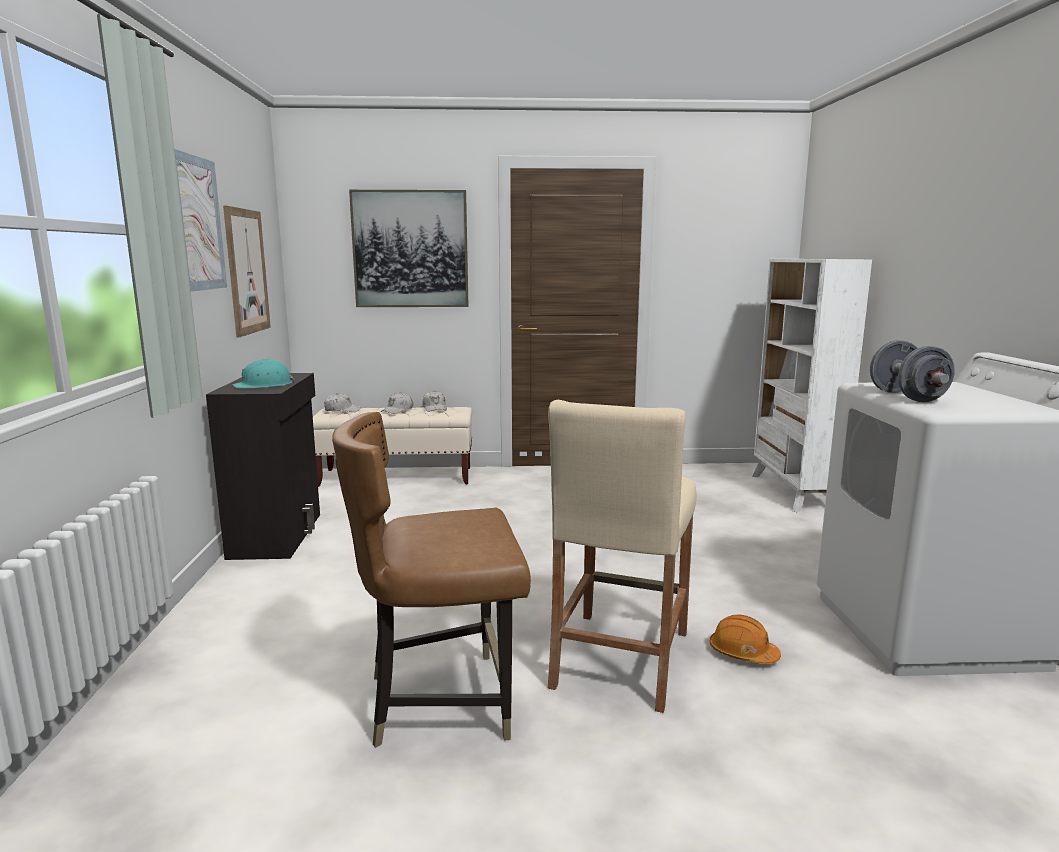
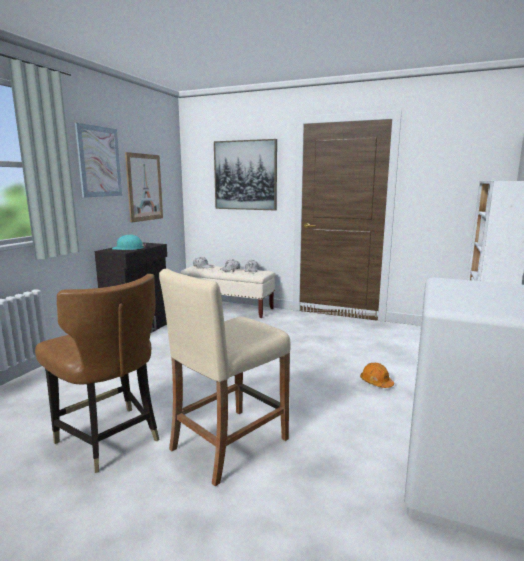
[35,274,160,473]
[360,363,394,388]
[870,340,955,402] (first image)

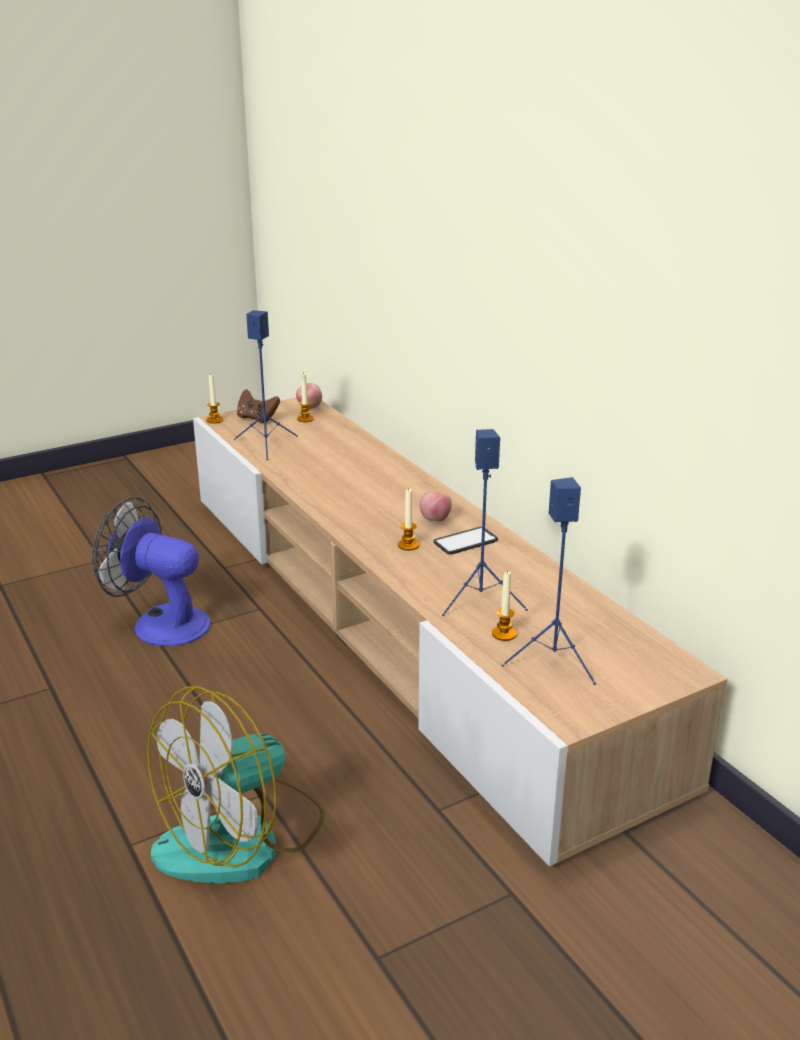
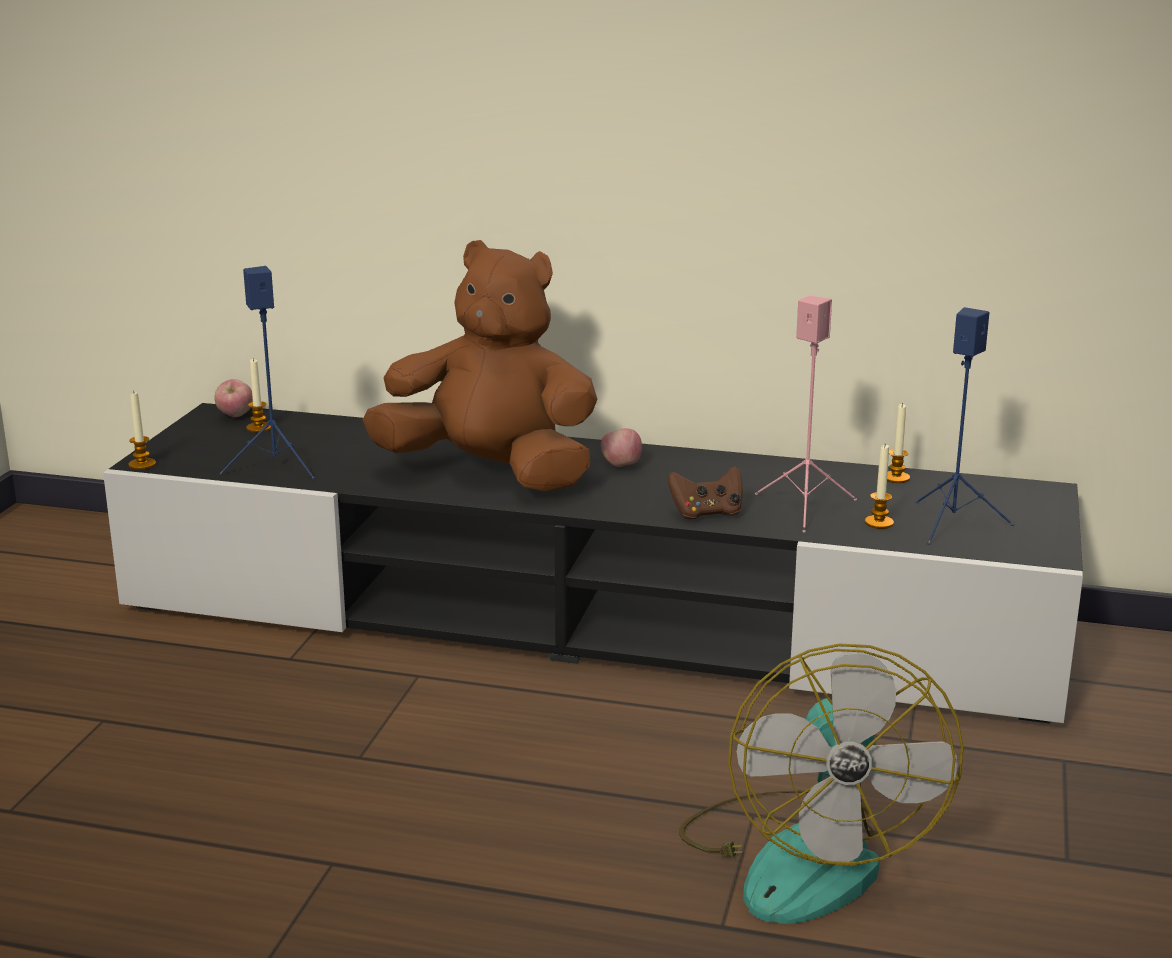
[103,403,1083,723]
[362,240,598,491]
[668,466,743,519]
[755,296,857,532]
[887,403,910,483]
[92,497,211,646] (first image)
[433,527,498,554] (first image)

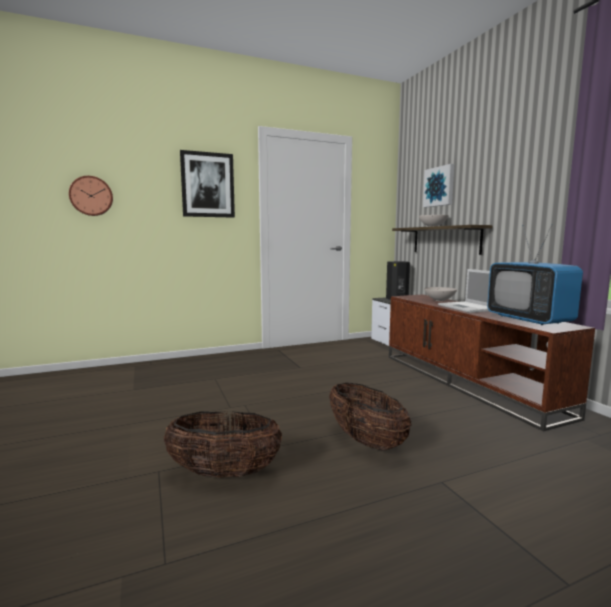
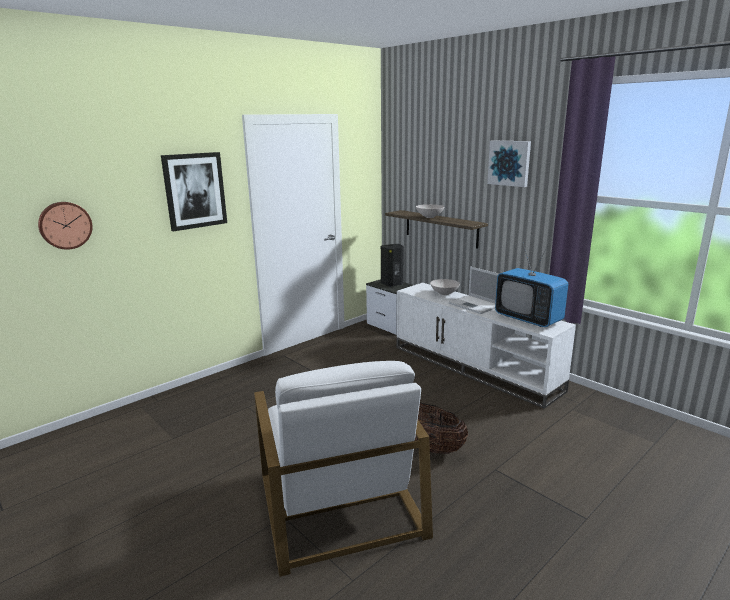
[254,361,433,577]
[397,283,576,409]
[487,141,531,187]

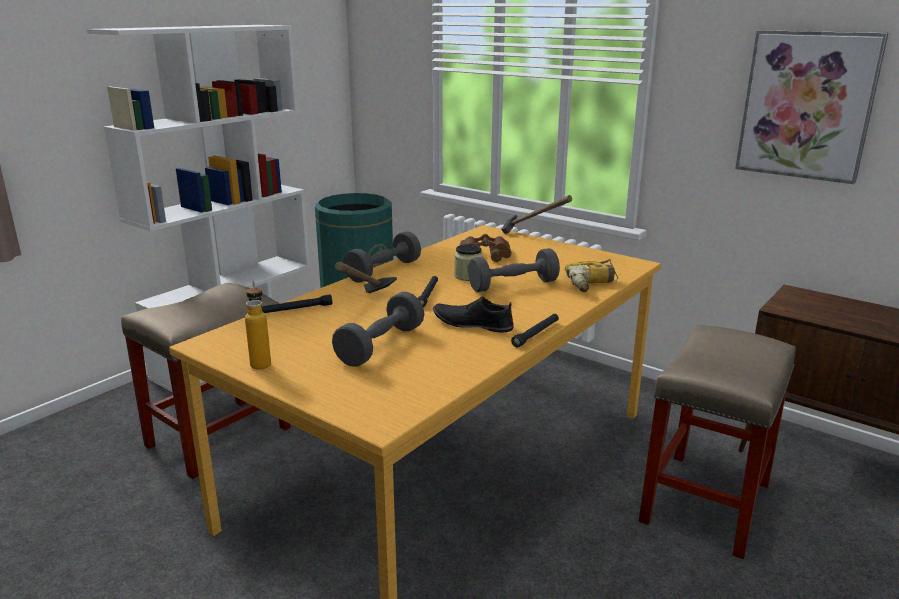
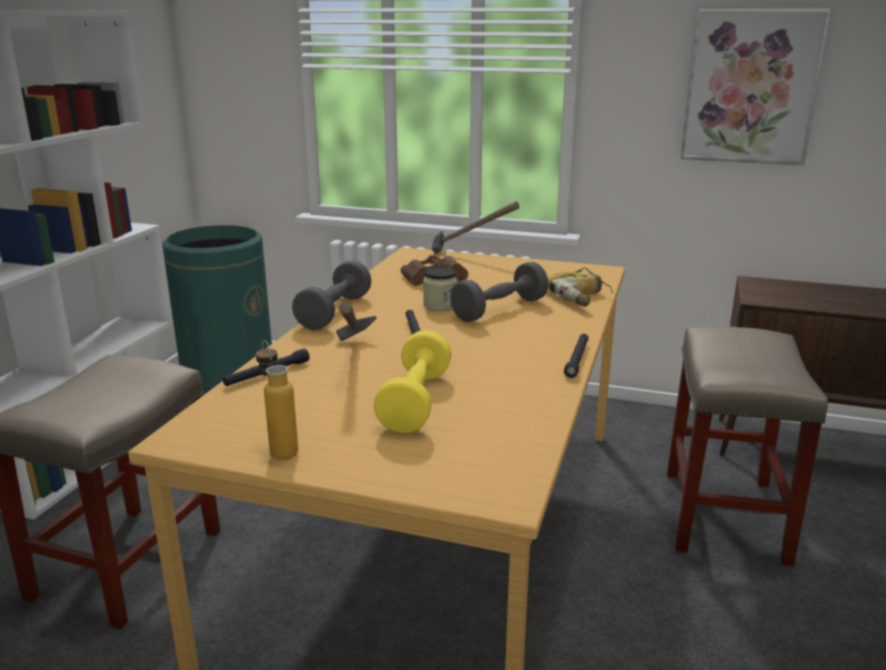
[374,330,452,434]
[433,297,514,332] (first image)

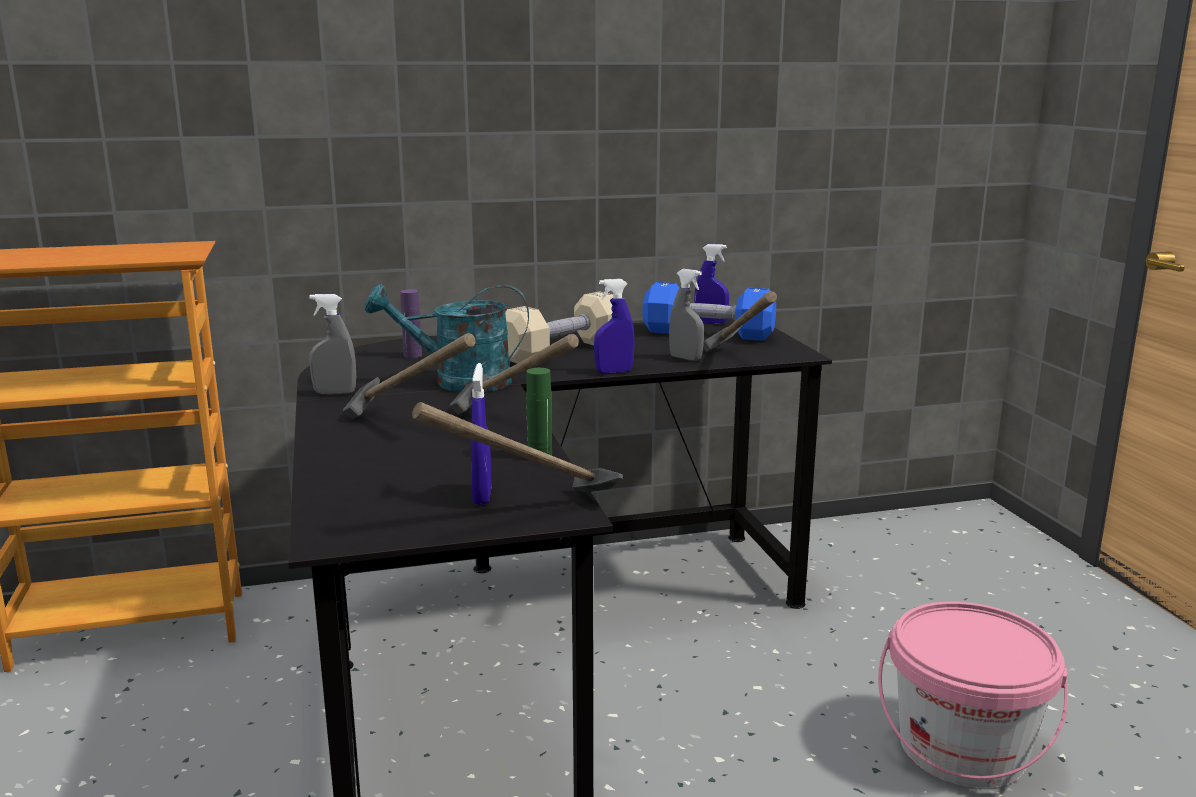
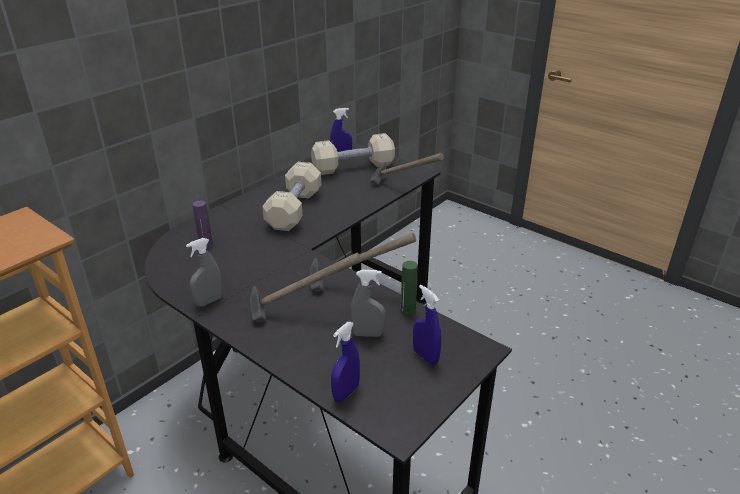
[311,133,395,175]
[331,322,360,402]
[350,270,386,337]
[365,284,529,392] (first image)
[412,402,623,492] (first image)
[878,602,1068,788] (first image)

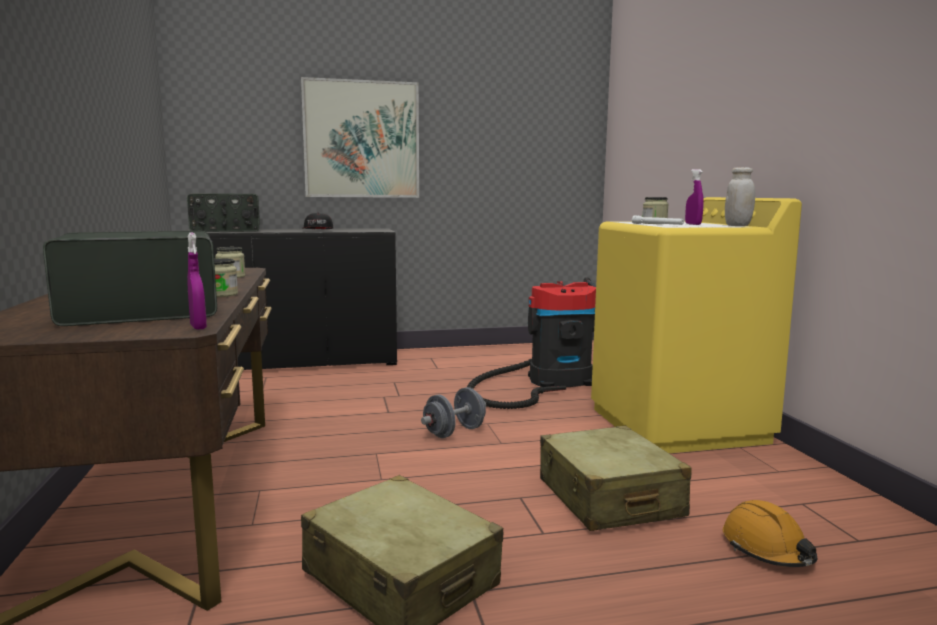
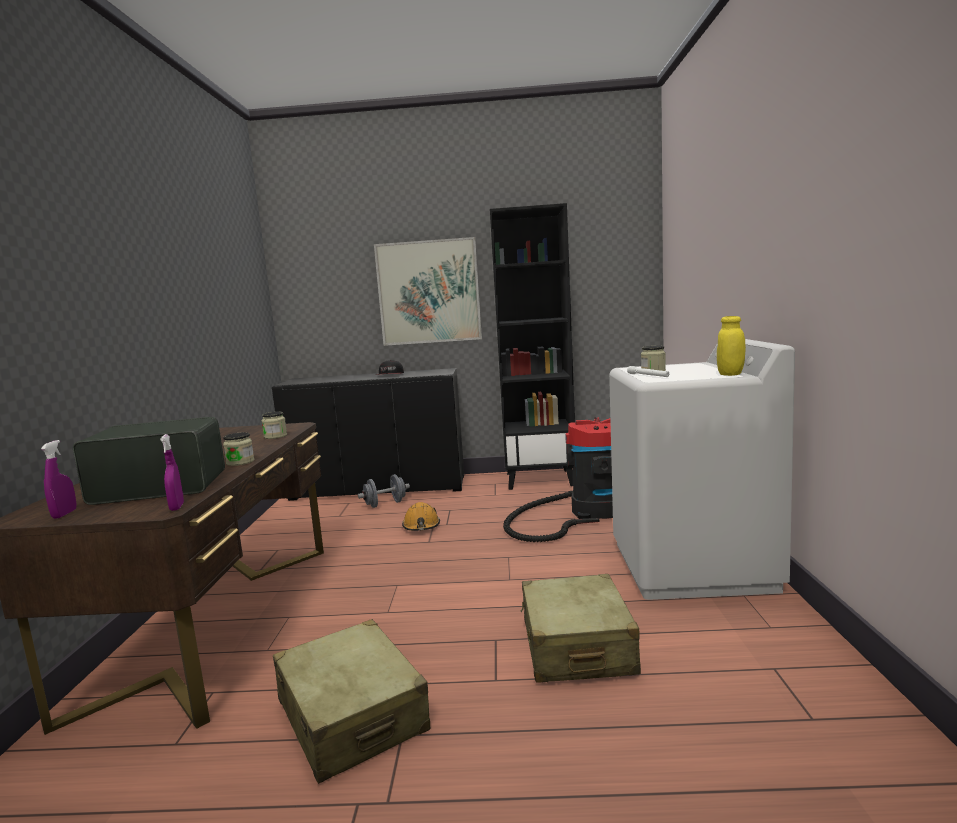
[41,440,76,519]
[358,474,410,508]
[402,502,440,531]
[490,203,575,490]
[609,339,795,600]
[717,316,746,376]
[187,193,260,232] (first image)

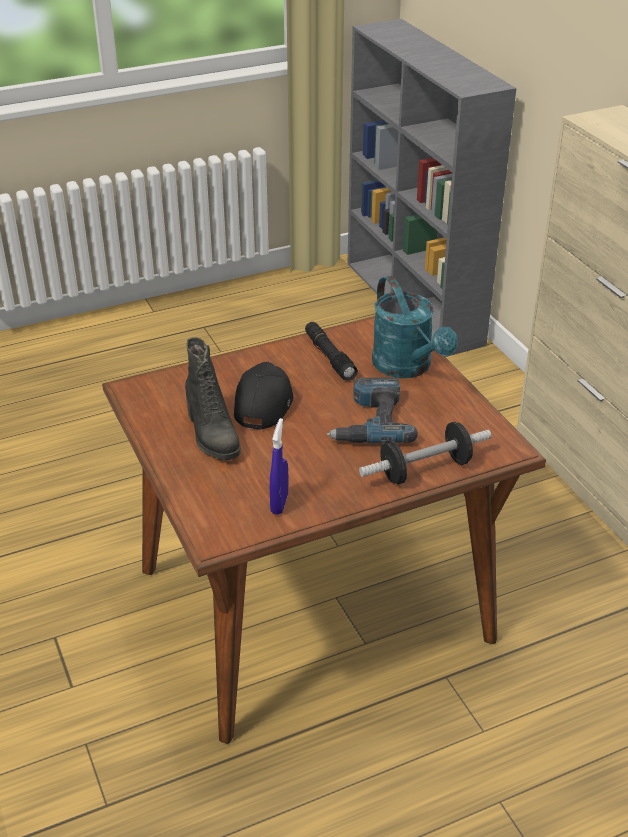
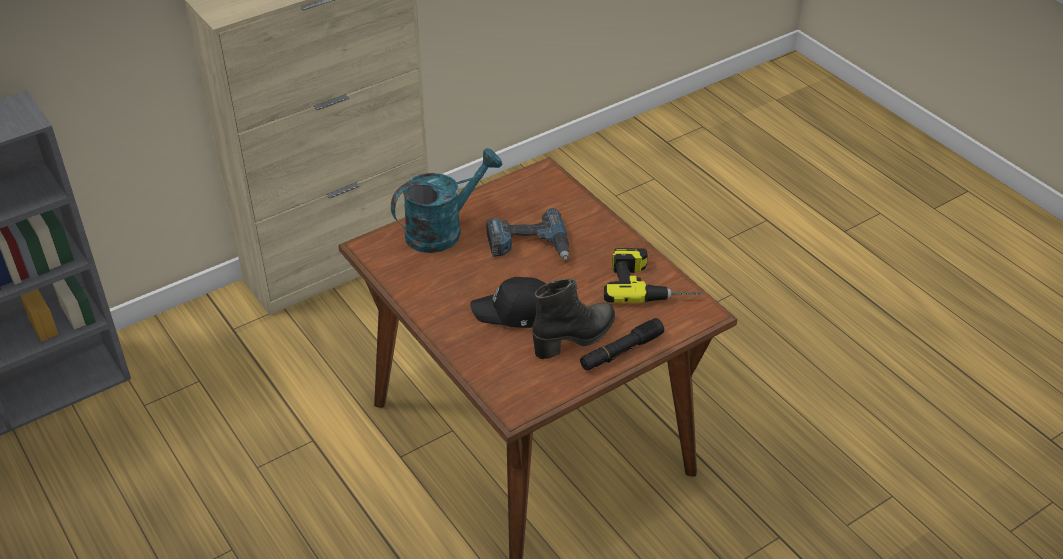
[580,318,664,371]
[604,248,702,303]
[359,422,491,485] (first image)

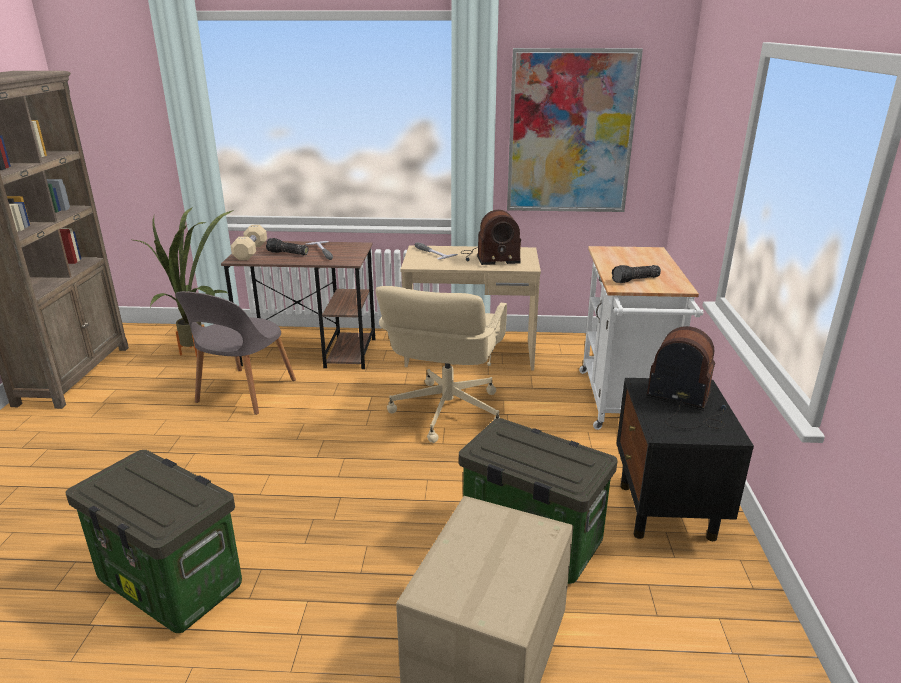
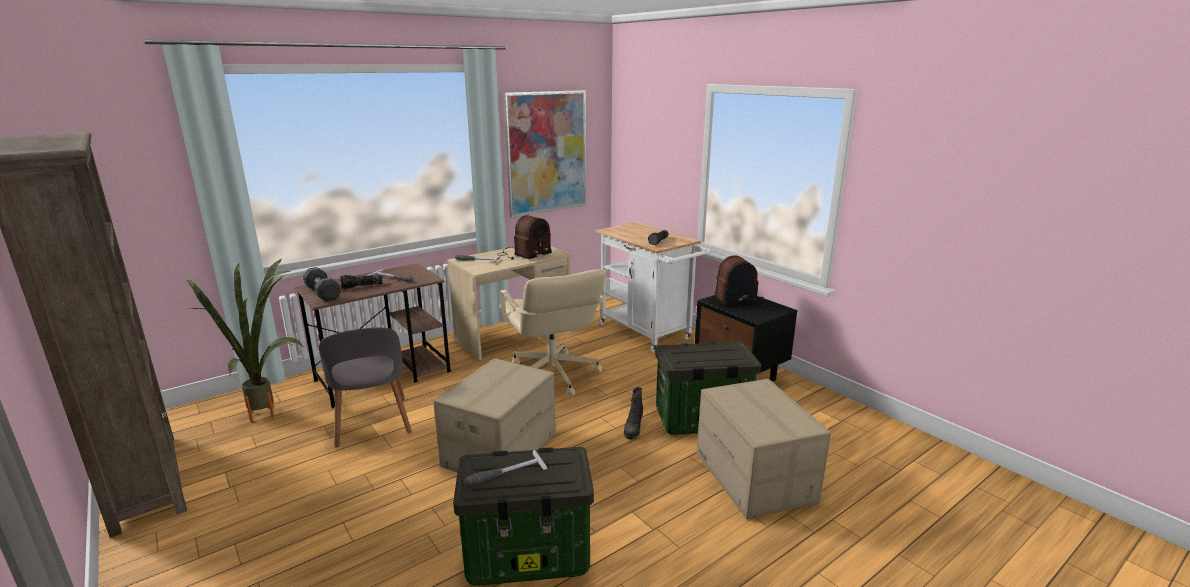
[303,267,341,301]
[433,358,556,473]
[465,449,548,485]
[624,387,643,440]

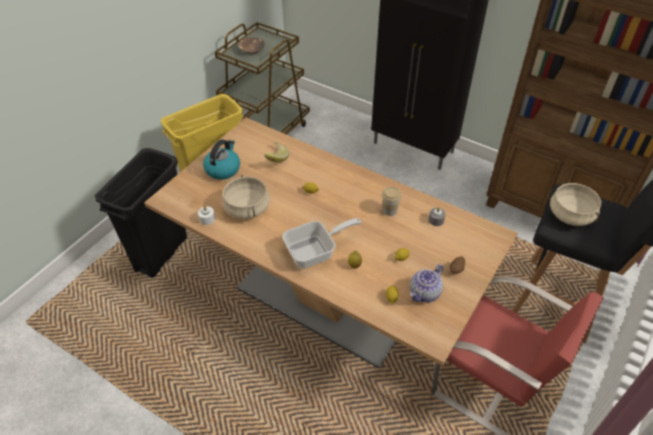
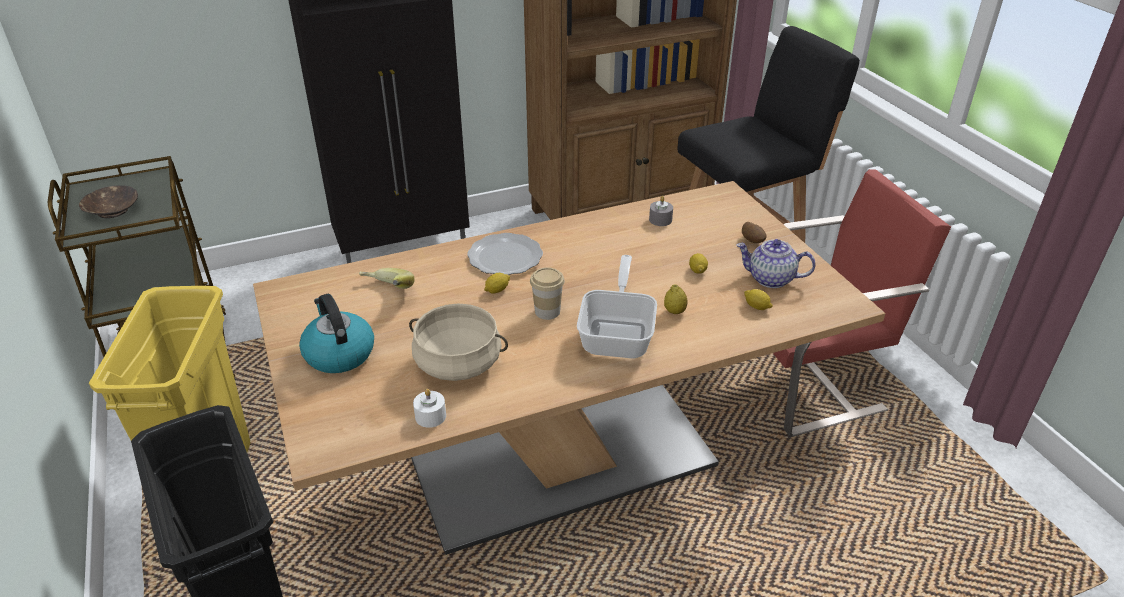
[467,233,543,275]
[530,267,565,320]
[736,239,815,288]
[550,182,601,226] (first image)

